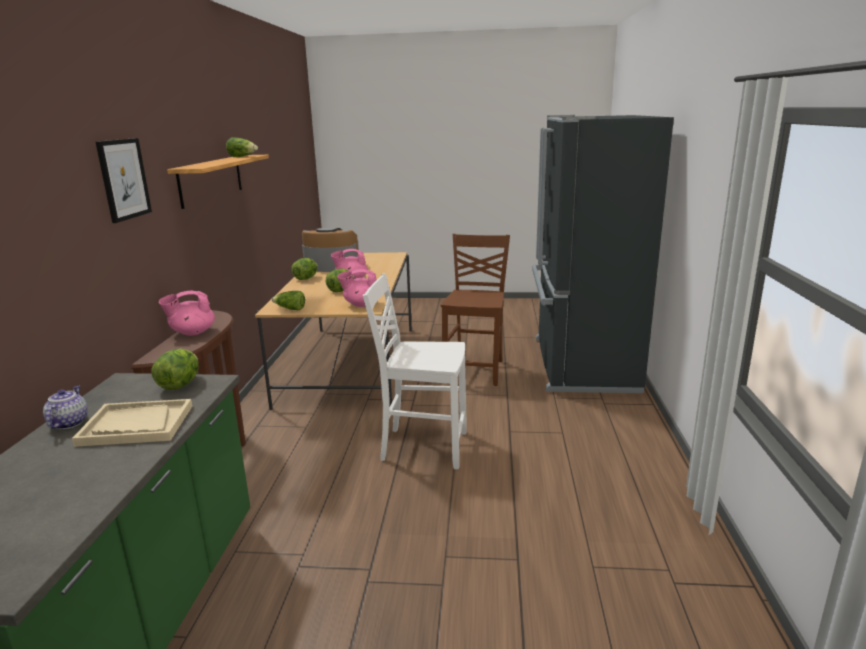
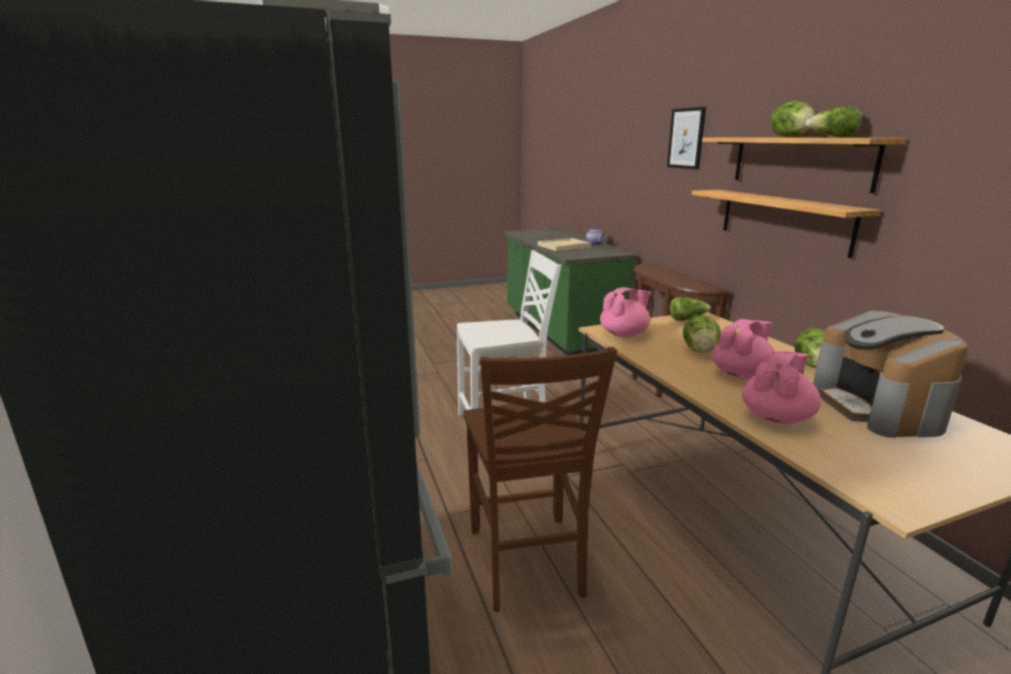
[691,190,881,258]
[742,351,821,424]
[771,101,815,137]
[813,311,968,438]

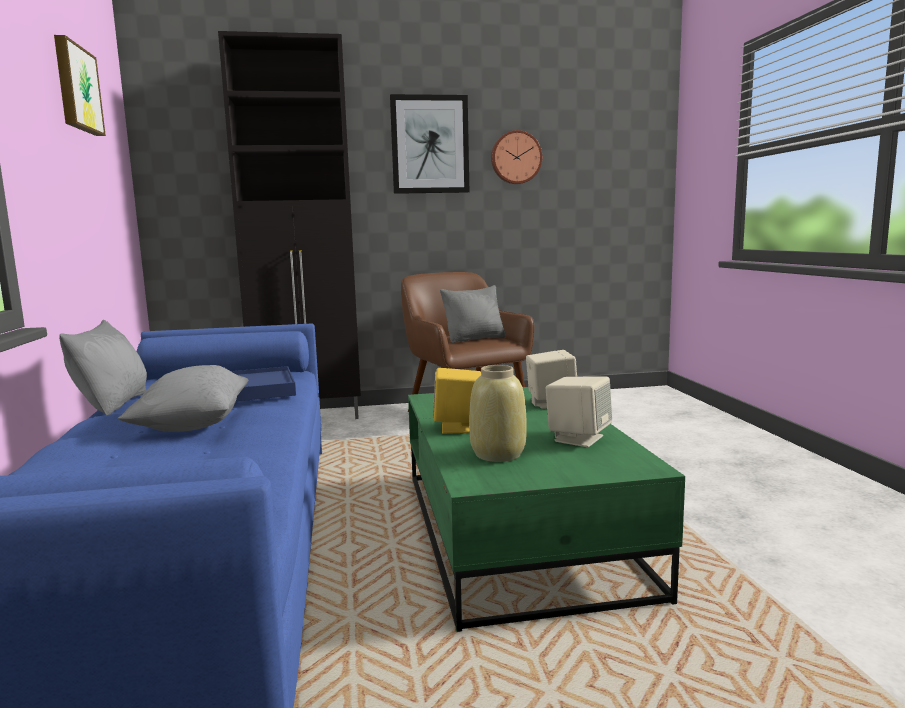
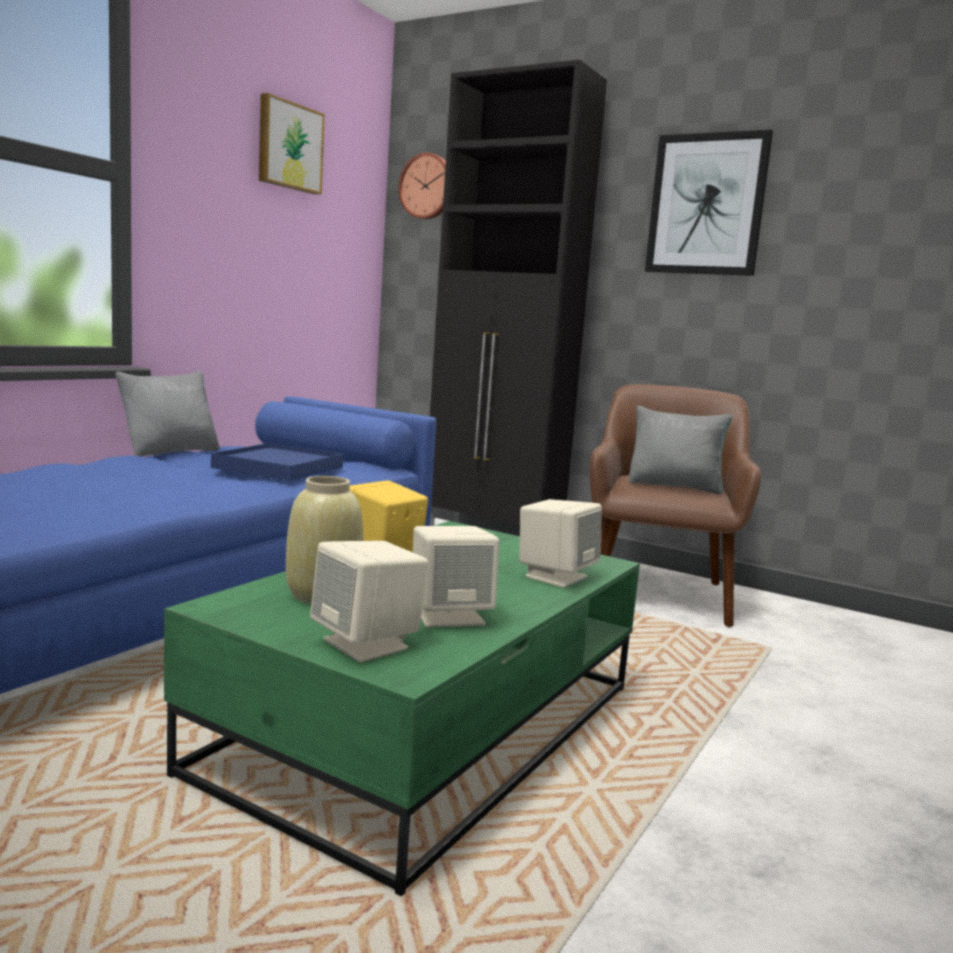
[310,541,428,663]
[398,152,446,219]
[118,365,248,432] (first image)

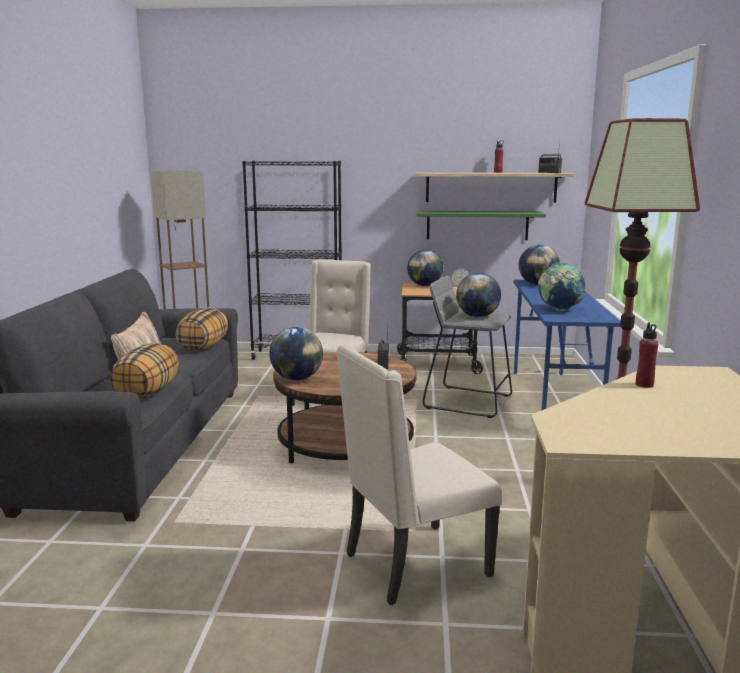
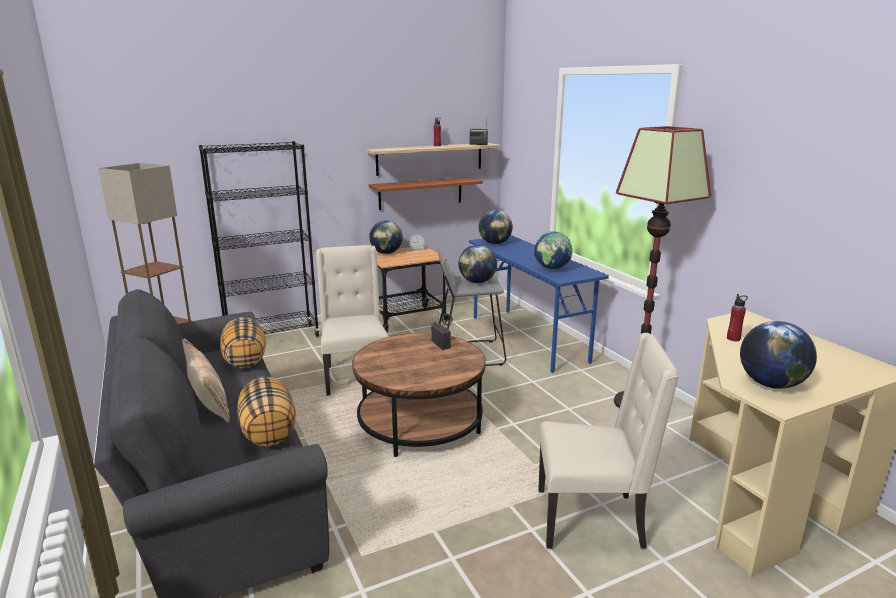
[369,177,483,210]
[539,333,679,549]
[740,321,817,389]

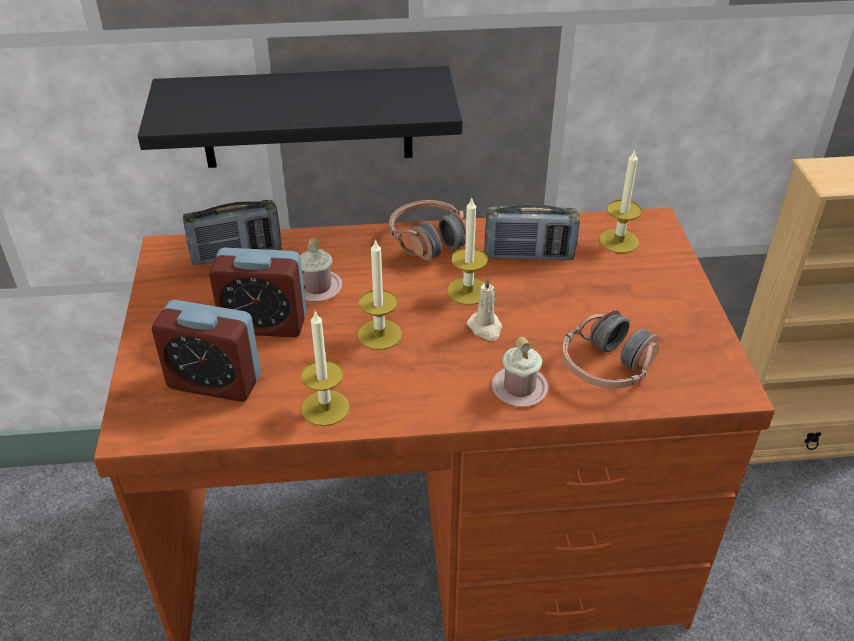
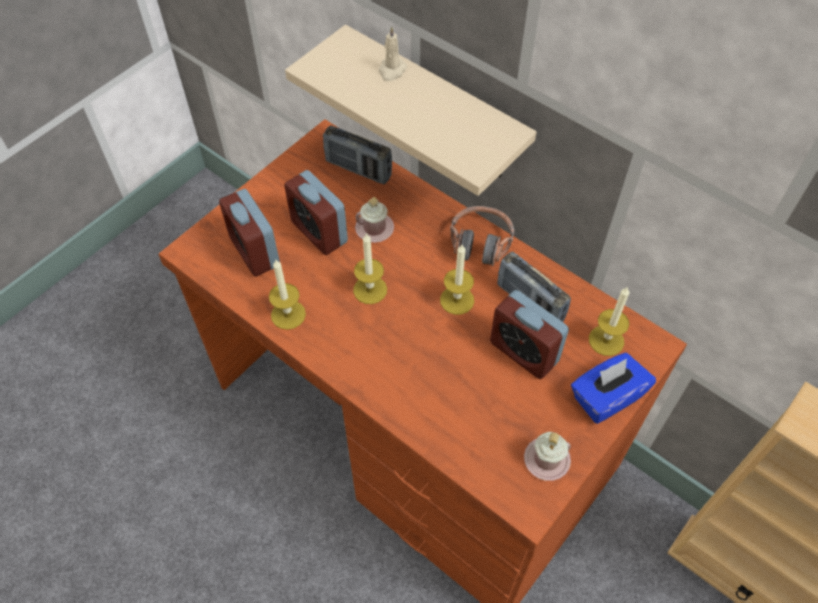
[285,25,537,196]
[379,26,407,81]
[490,290,569,379]
[524,432,571,481]
[571,353,656,424]
[562,310,659,388] (first image)

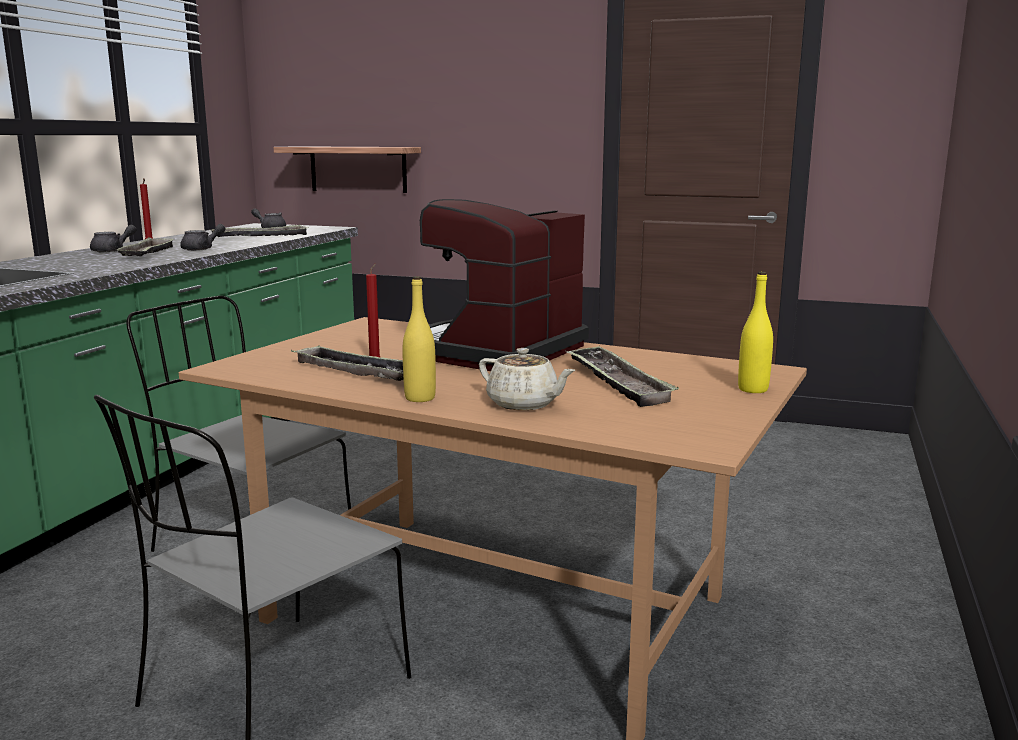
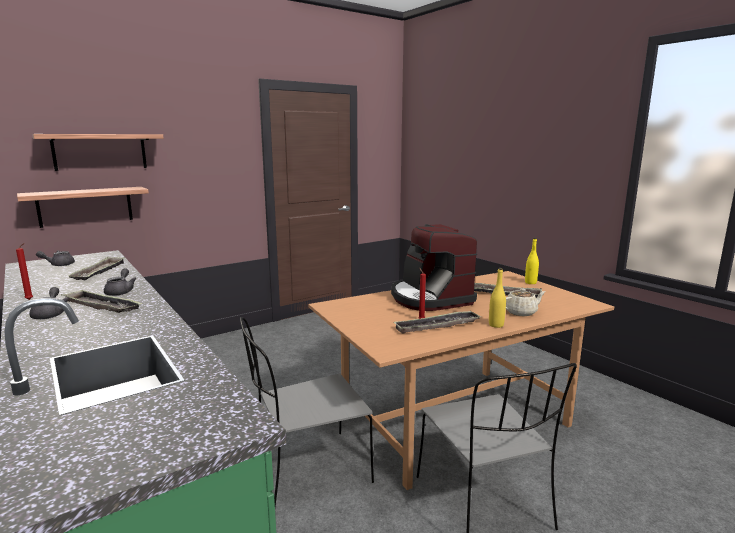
[32,134,164,171]

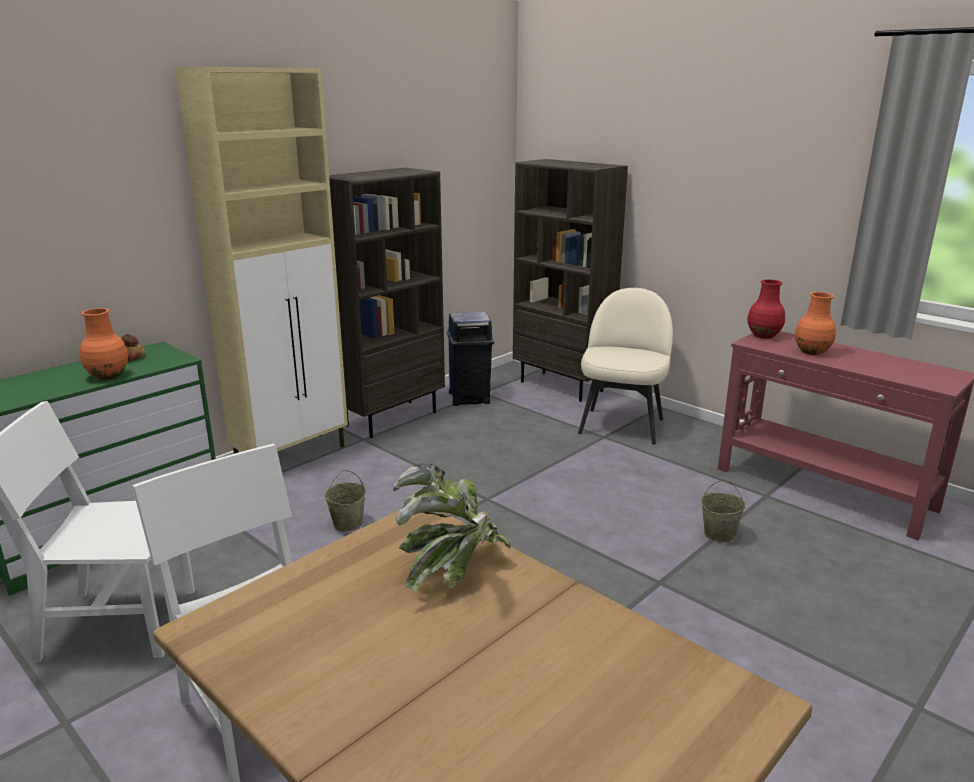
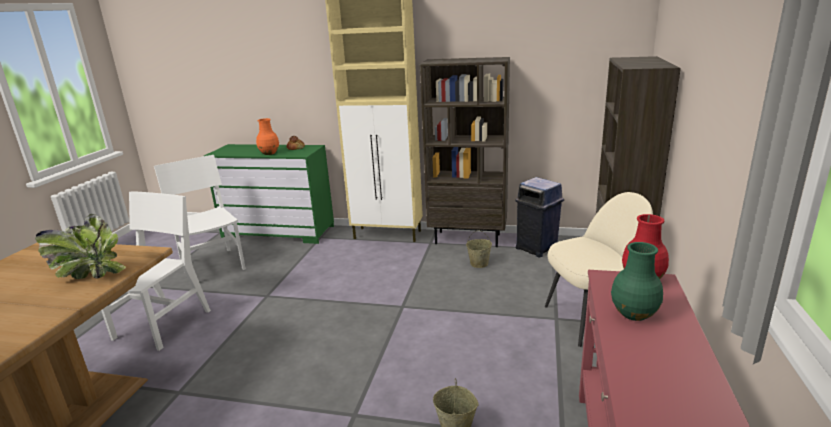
[466,231,492,268]
[611,242,663,321]

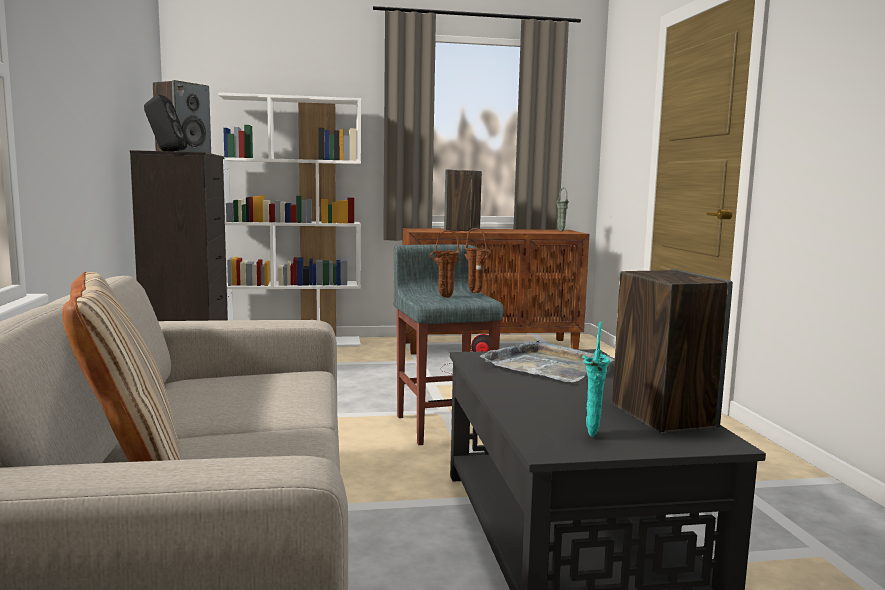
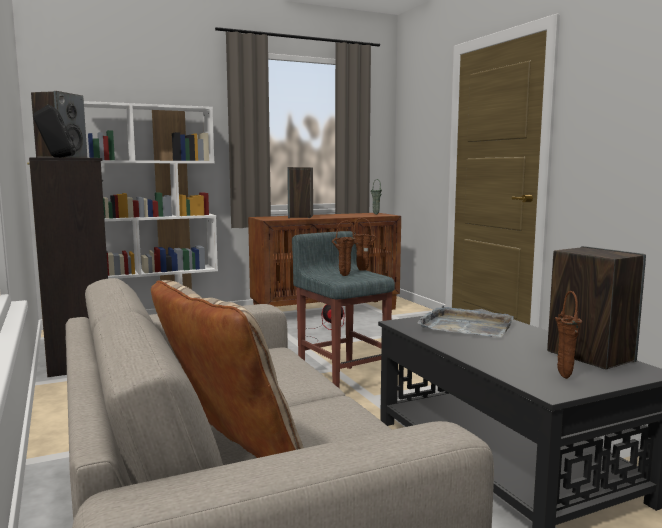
[555,291,582,379]

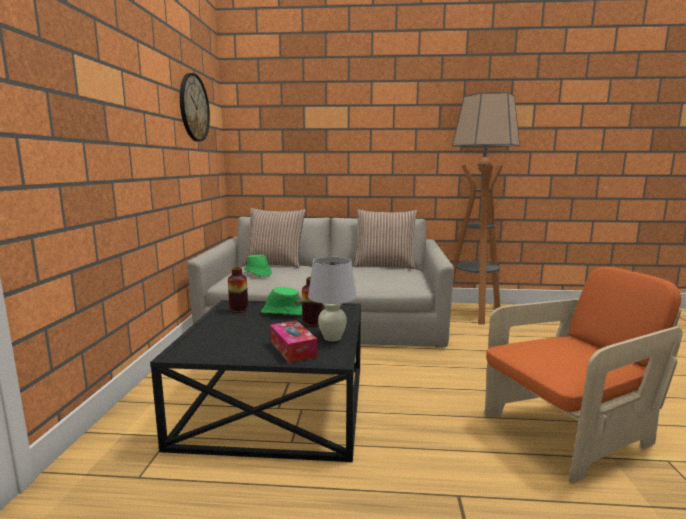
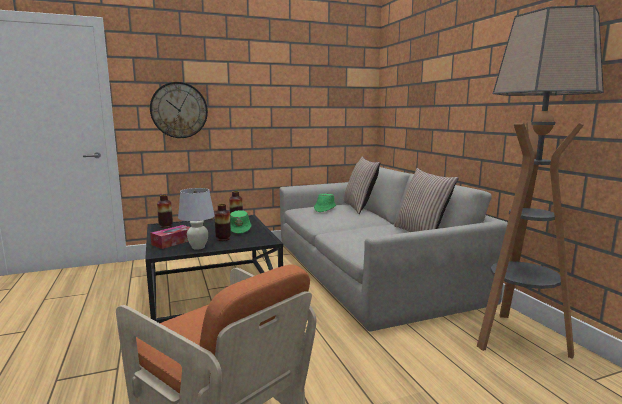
[150,82,208,138]
[157,195,173,228]

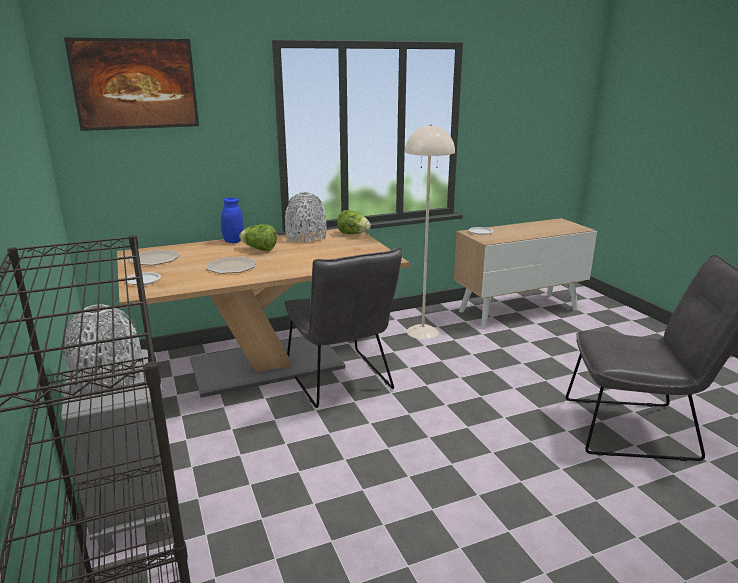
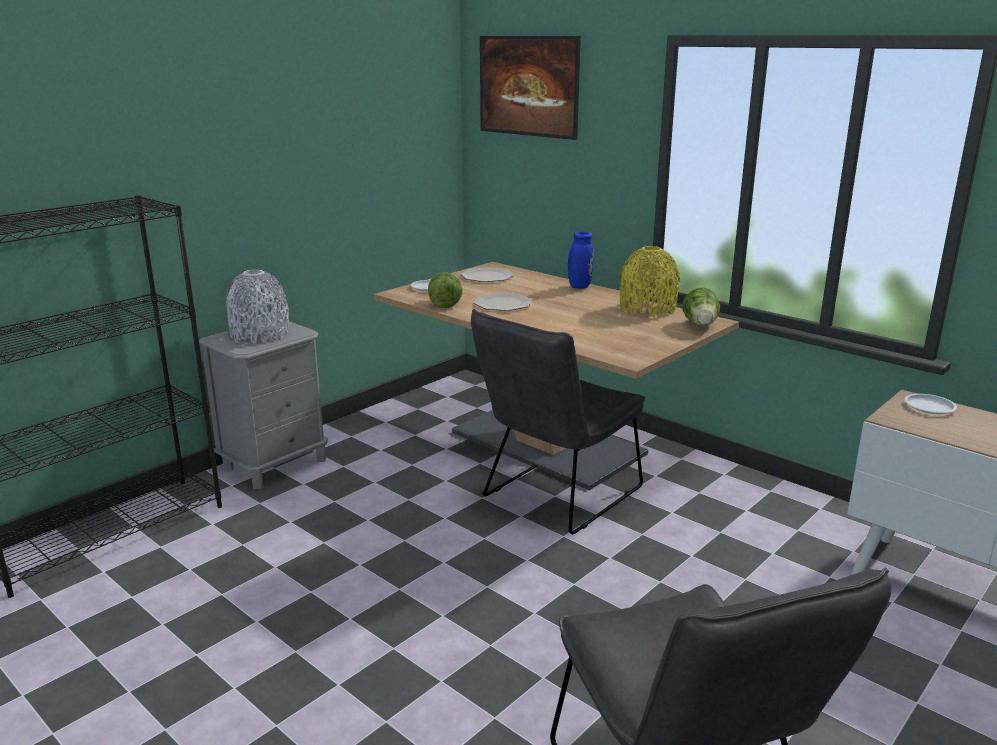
[428,272,463,308]
[619,246,680,317]
[405,124,455,339] (first image)

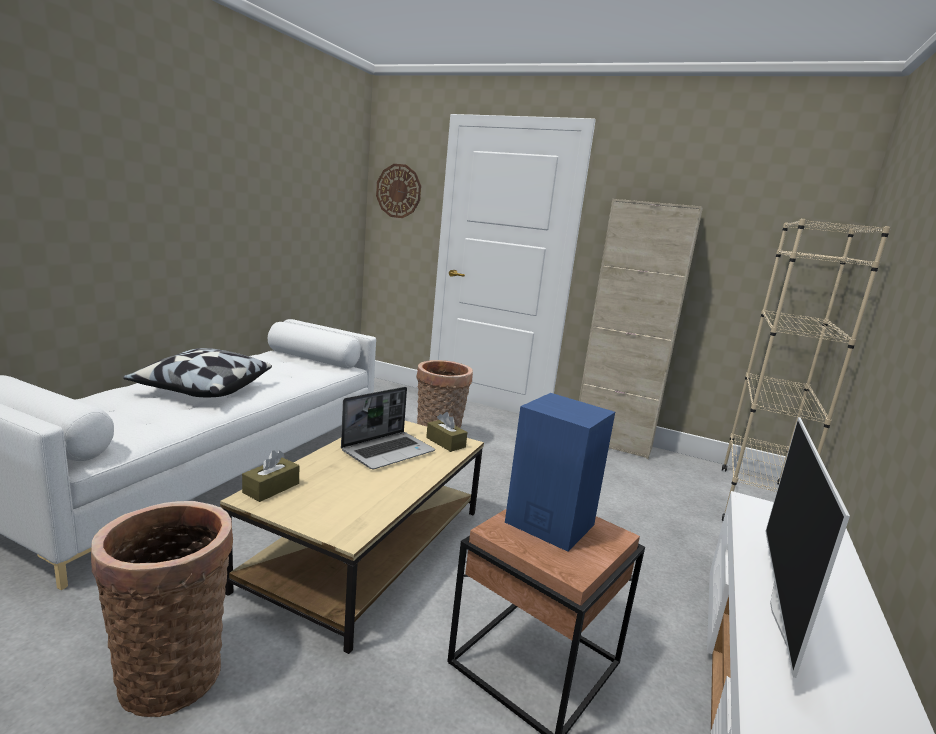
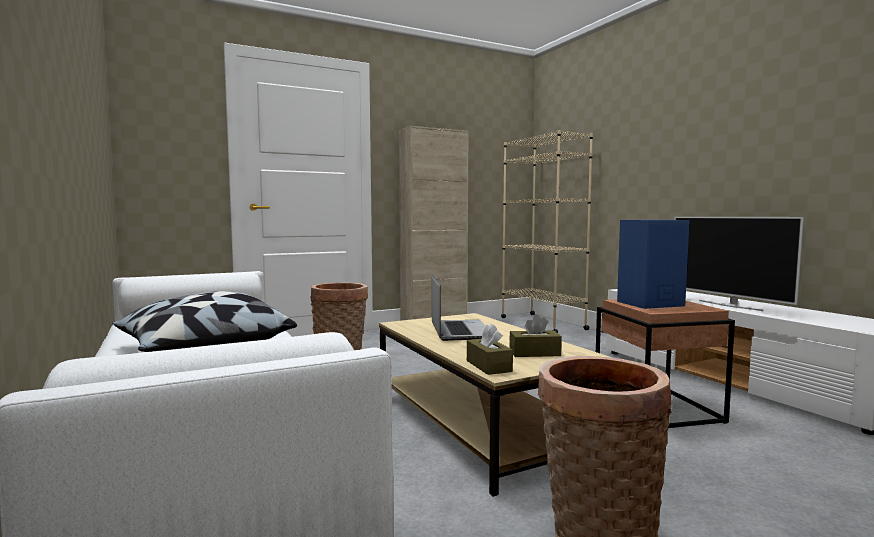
[509,314,562,357]
[376,164,421,218] (first image)

